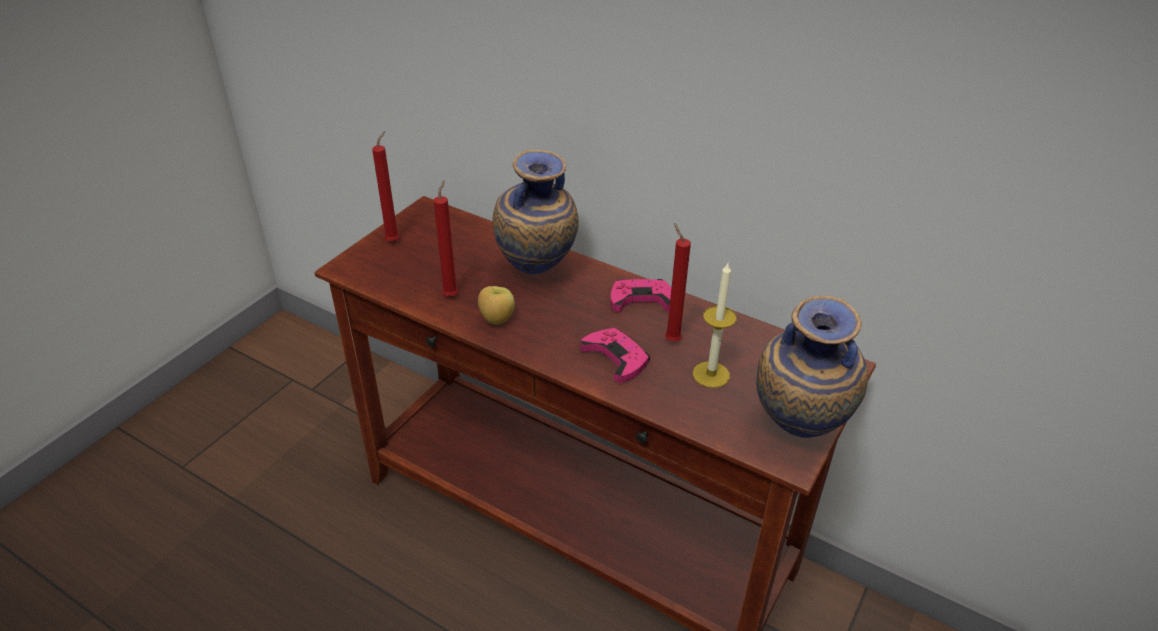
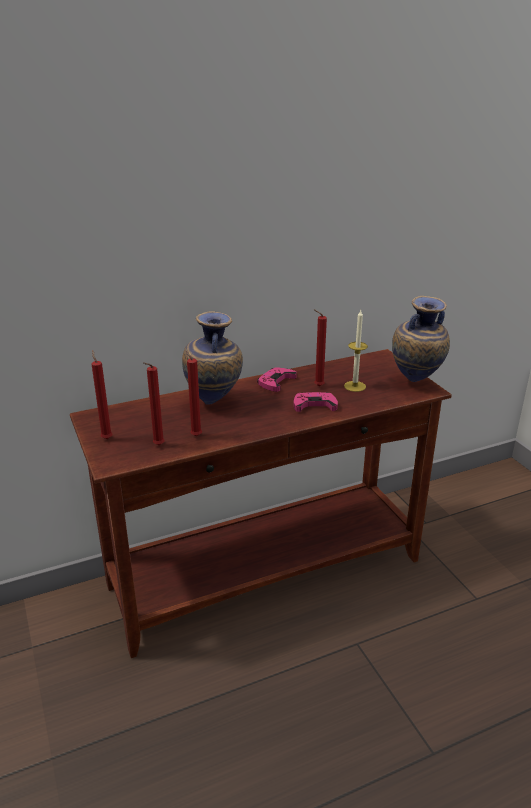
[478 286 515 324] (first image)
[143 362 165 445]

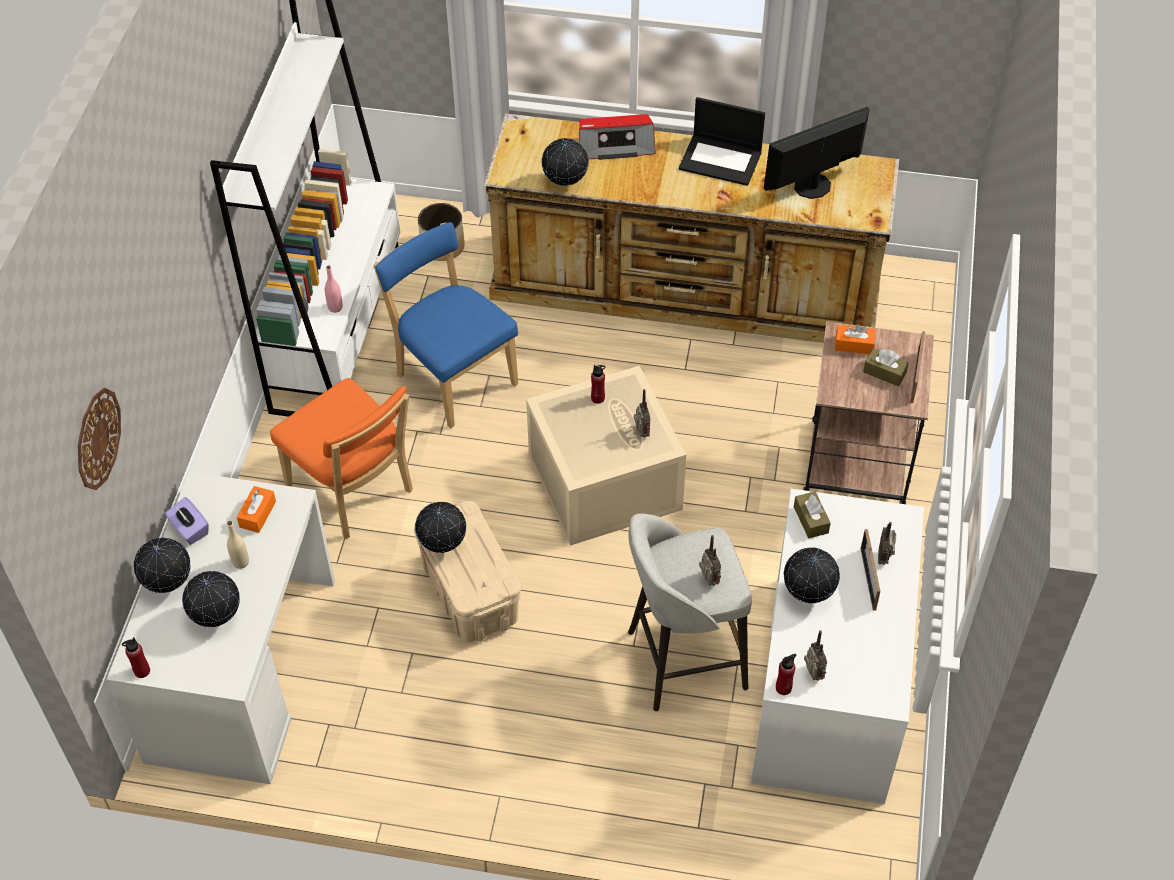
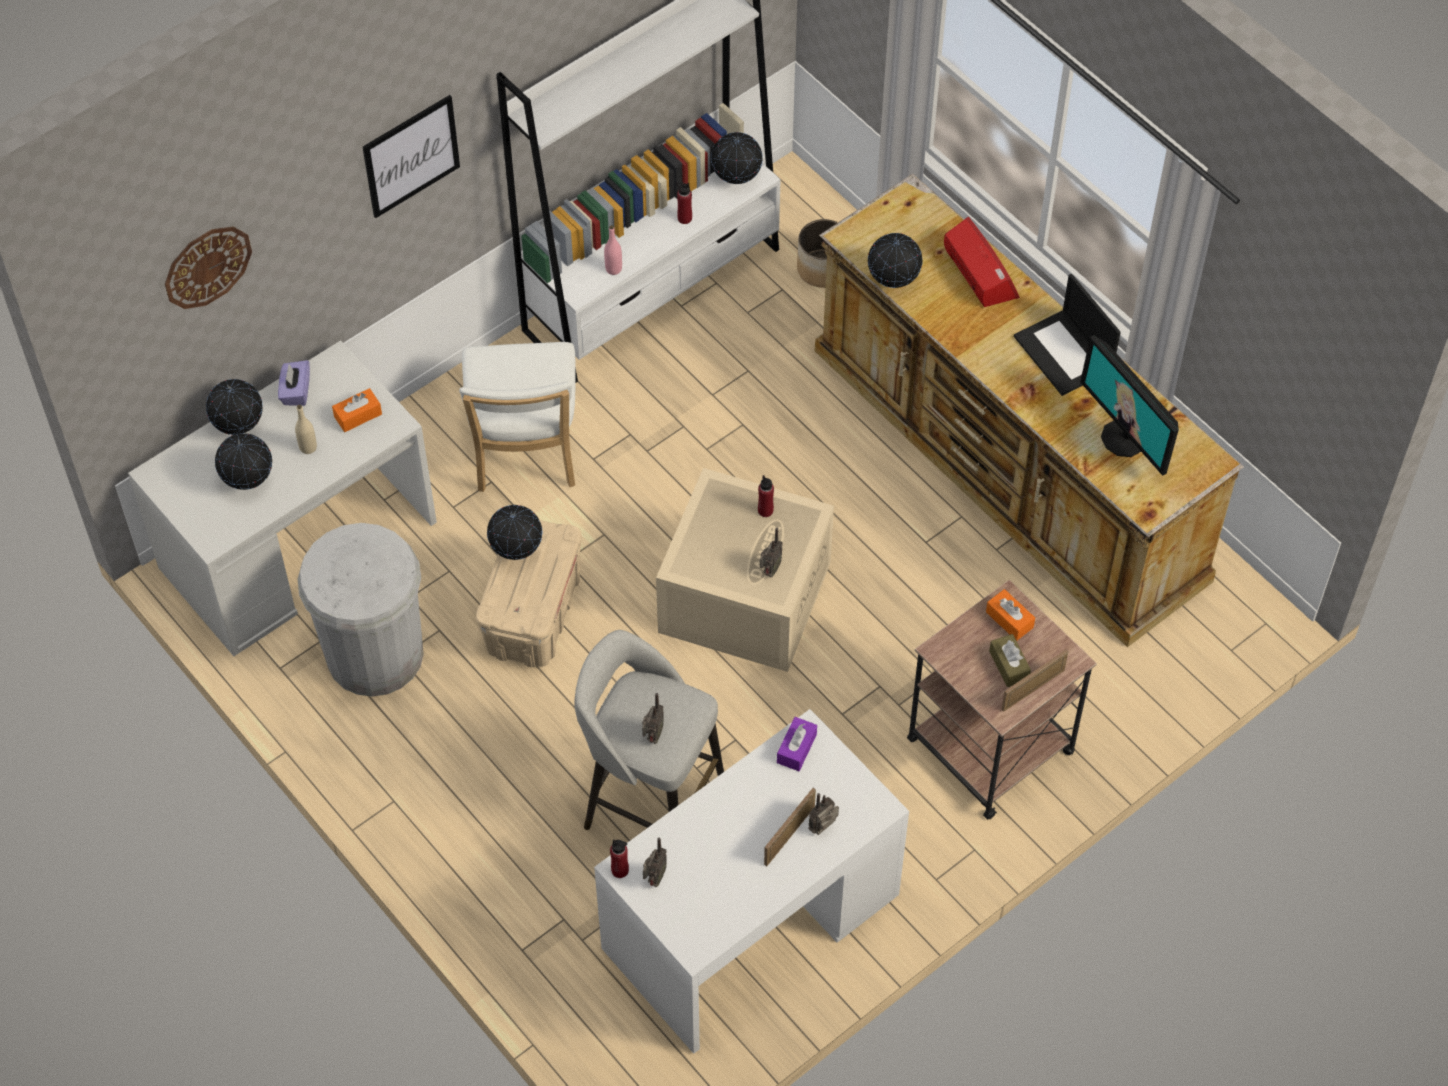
[374 222 518 428] (first image)
[298 523 424 697]
[363 95 460 218]
[676 182 692 224]
[711 132 763 184]
[459 342 576 492]
[777 717 817 771]
[944 217 1020 307]
[1080 335 1179 476]

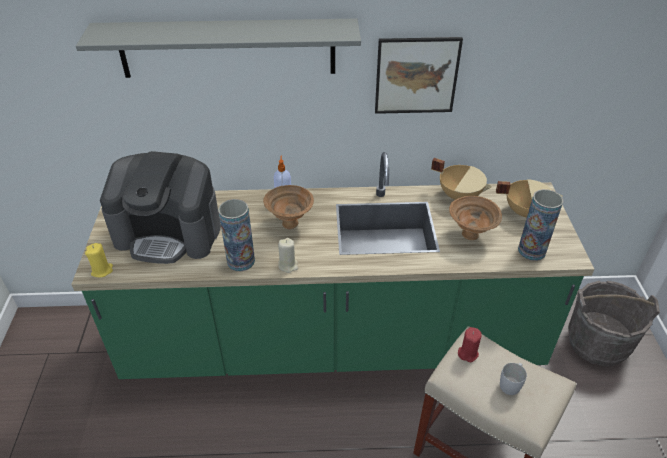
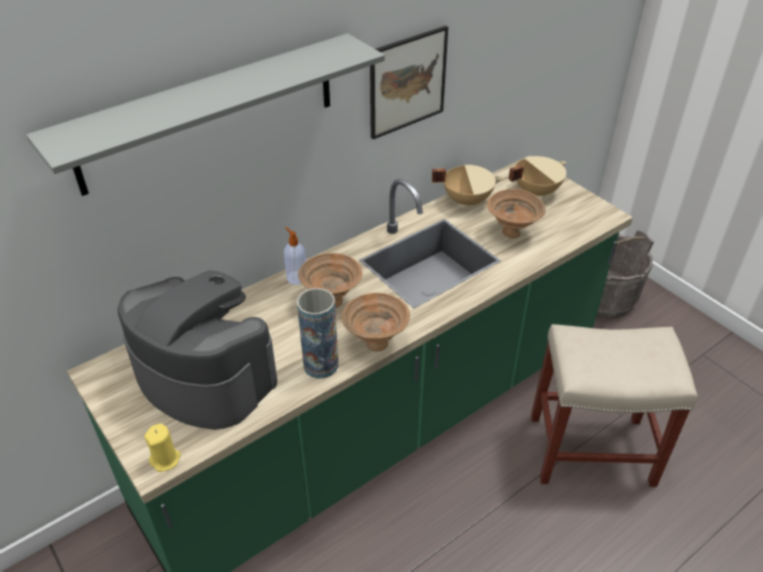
[458 327 482 362] (first image)
[500 363 527 395] (first image)
[518 189 563 261] (first image)
[341 293 410 352]
[118 270 277 430]

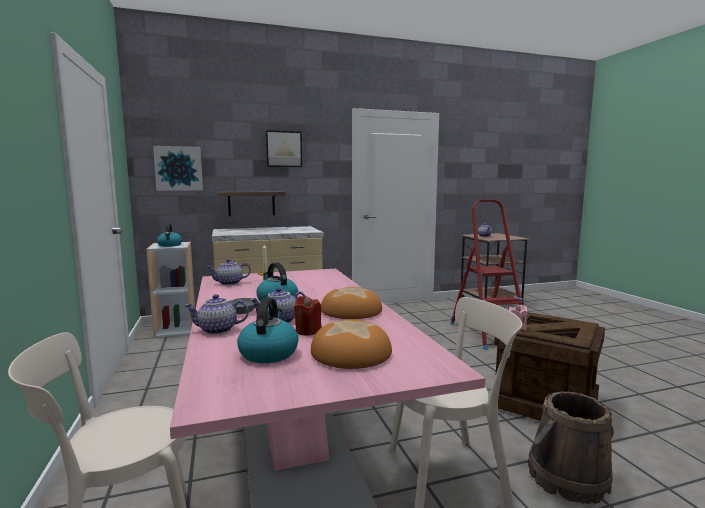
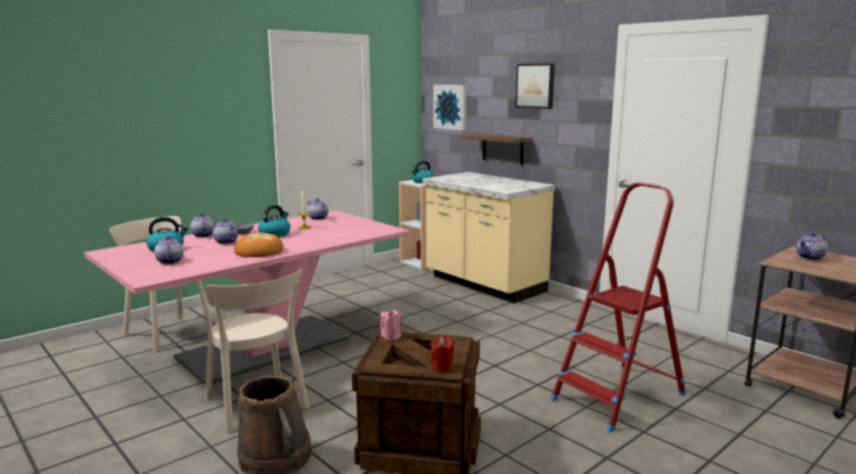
[431 335 454 373]
[154 236 184 264]

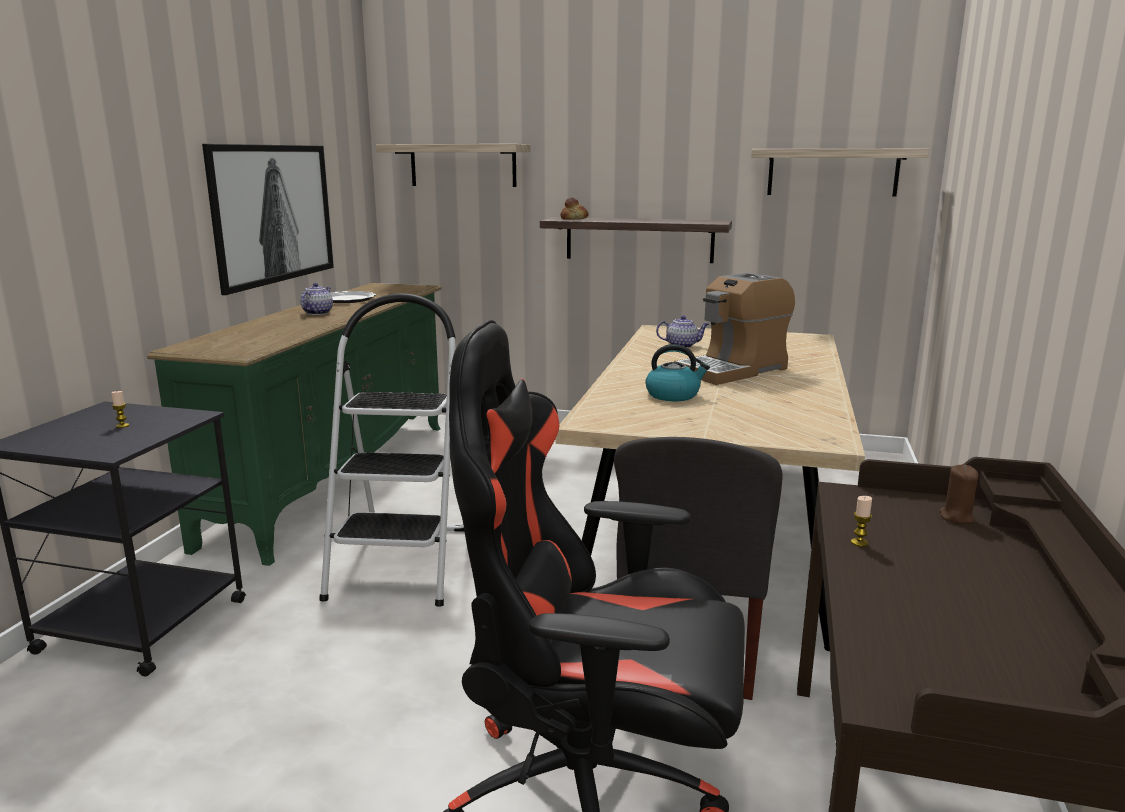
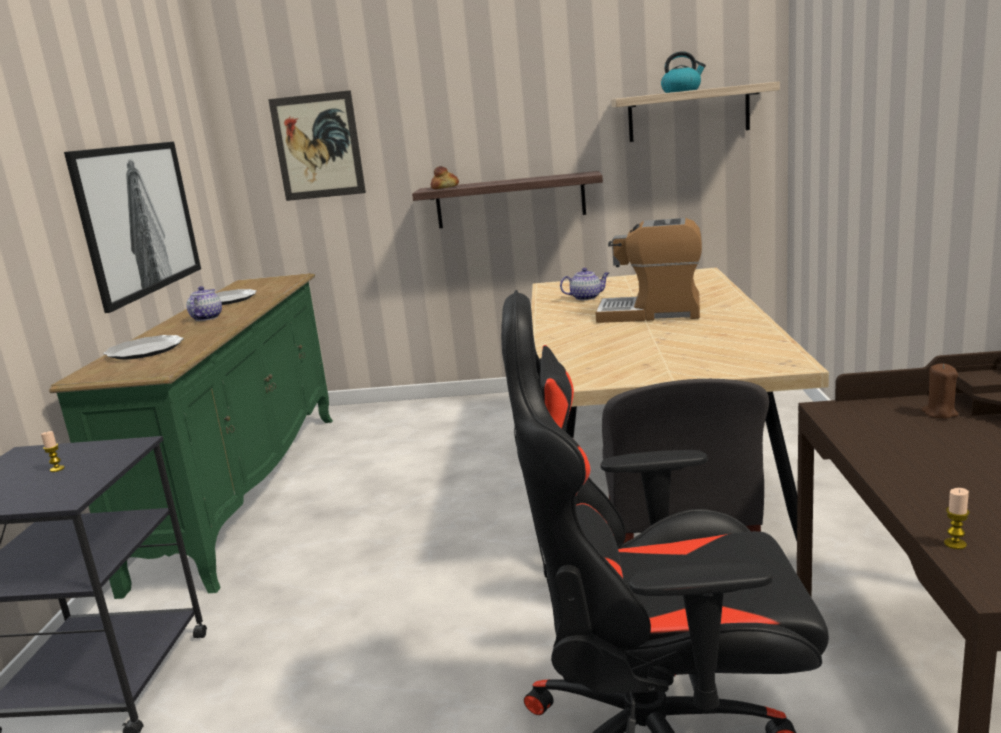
[319 293 465 607] (first image)
[103 335 184 360]
[661 51 706 93]
[944 488 970 549]
[268 90 366 201]
[596 218 702 323]

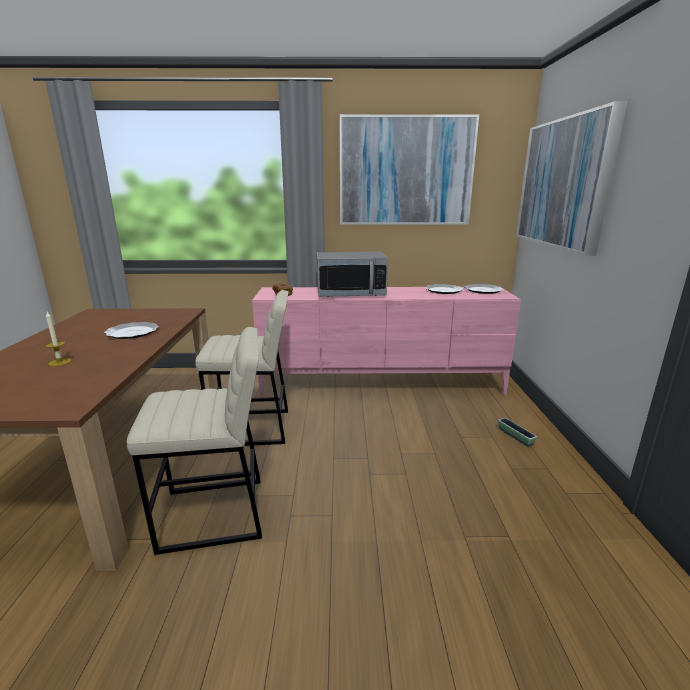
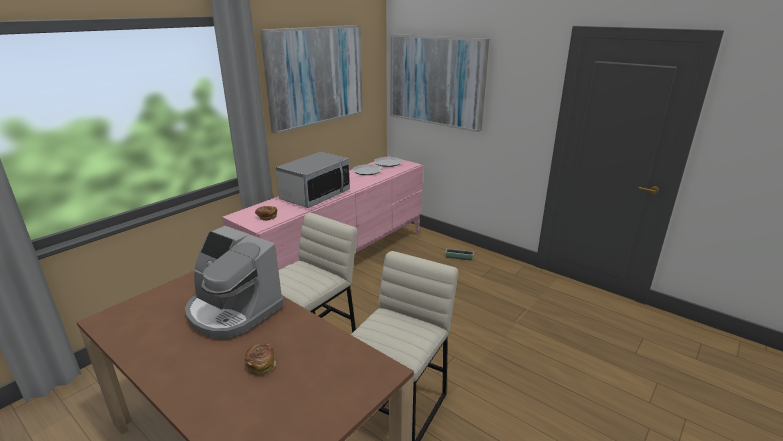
[245 343 276 375]
[185 226 283 339]

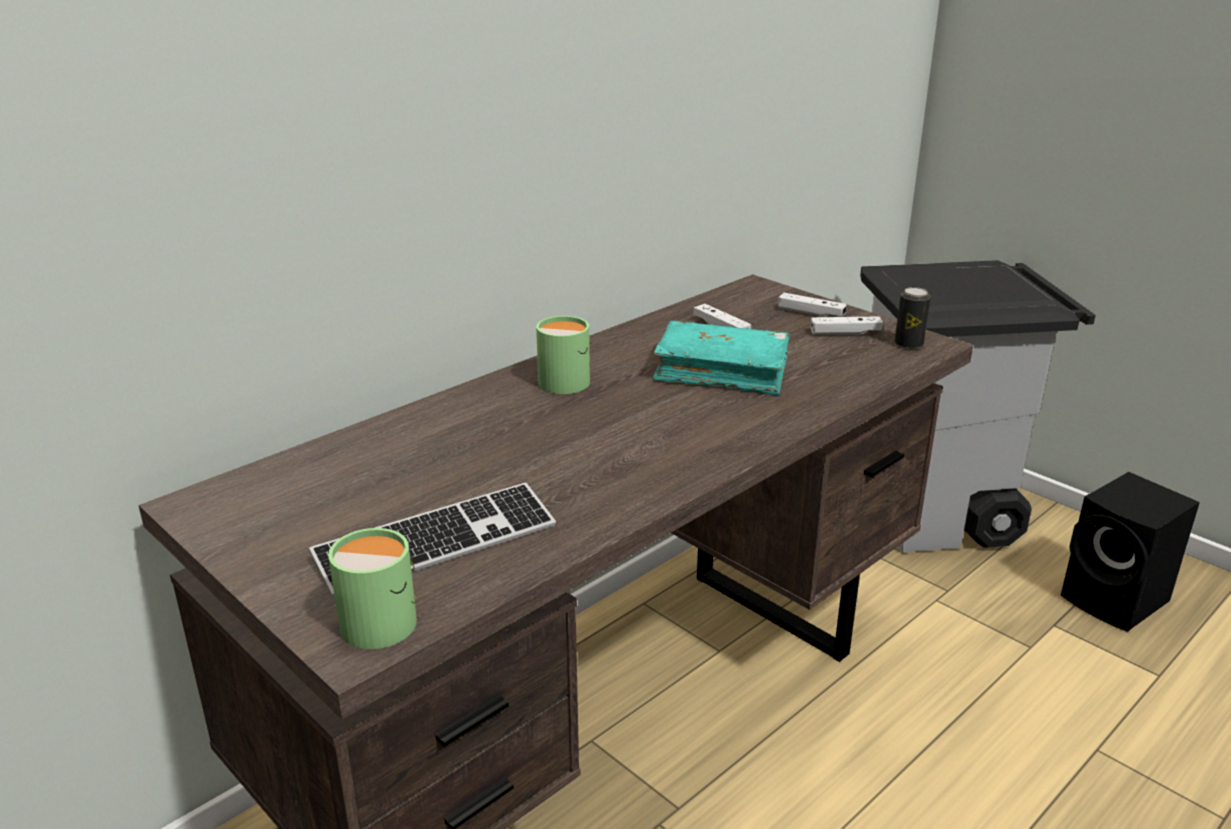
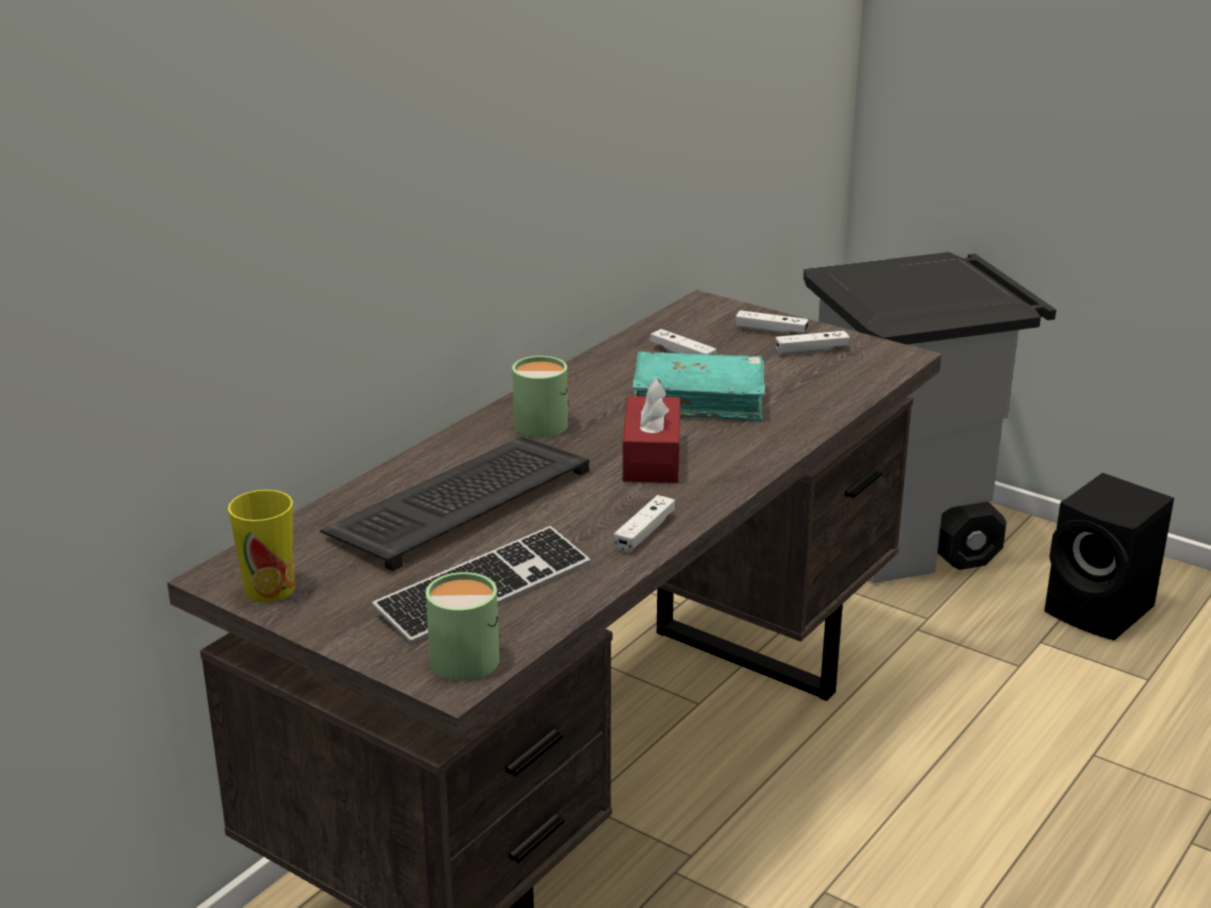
[894 287 931 349] (first image)
[228 490 295 602]
[320 436 590 571]
[614 495 675 553]
[623 378 680 483]

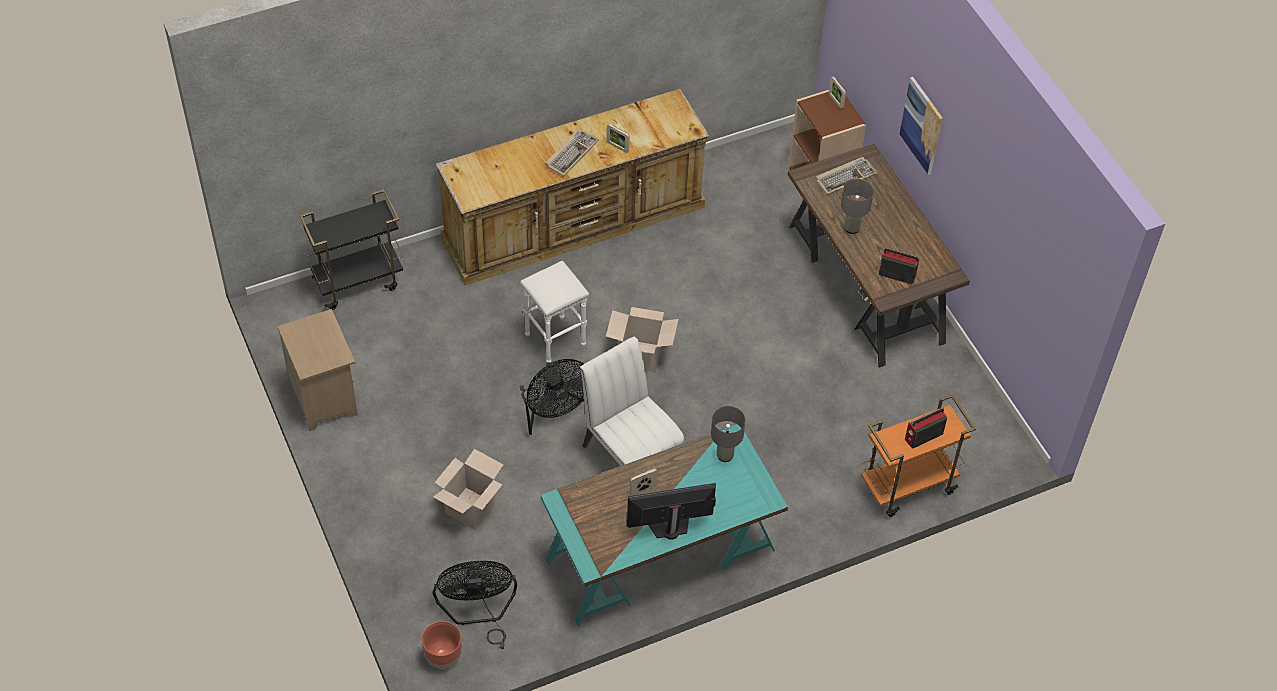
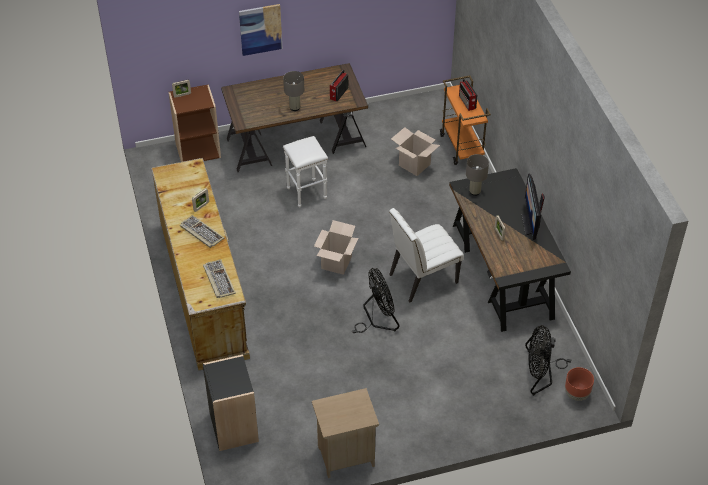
[391 127 440 176]
[283 136 328 208]
[203 259 236 298]
[203 355 259 451]
[449 168 571 332]

